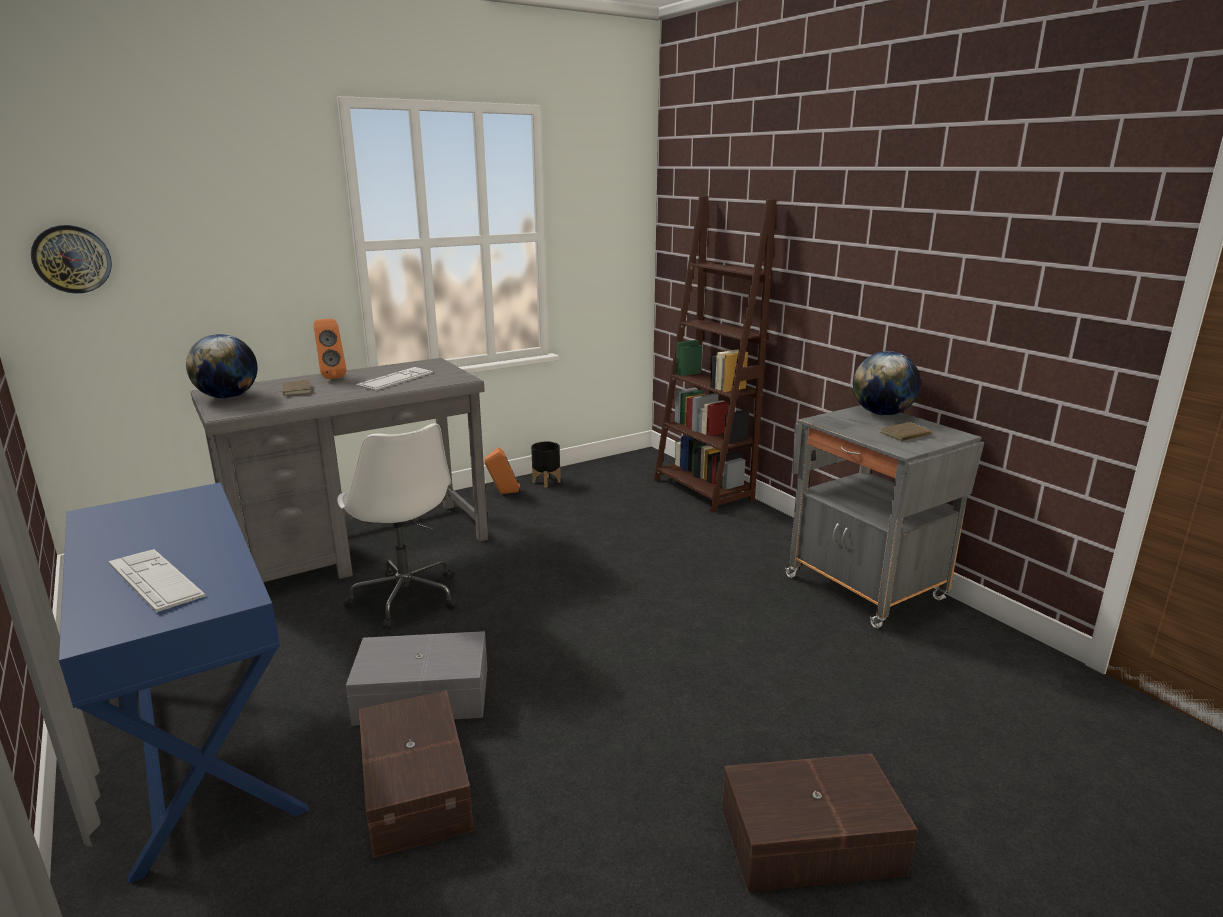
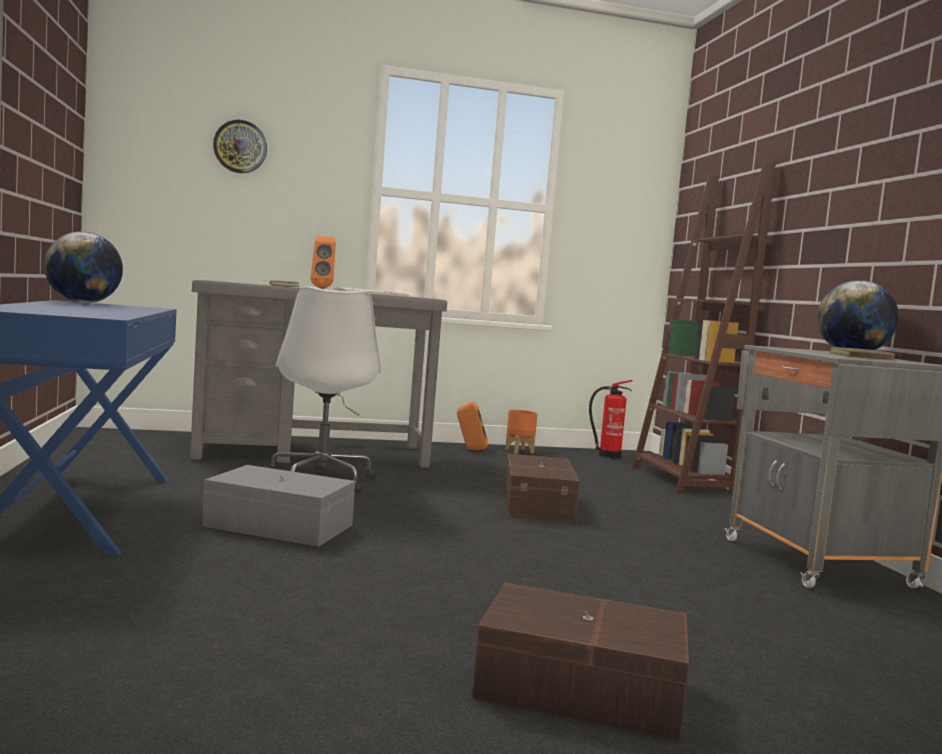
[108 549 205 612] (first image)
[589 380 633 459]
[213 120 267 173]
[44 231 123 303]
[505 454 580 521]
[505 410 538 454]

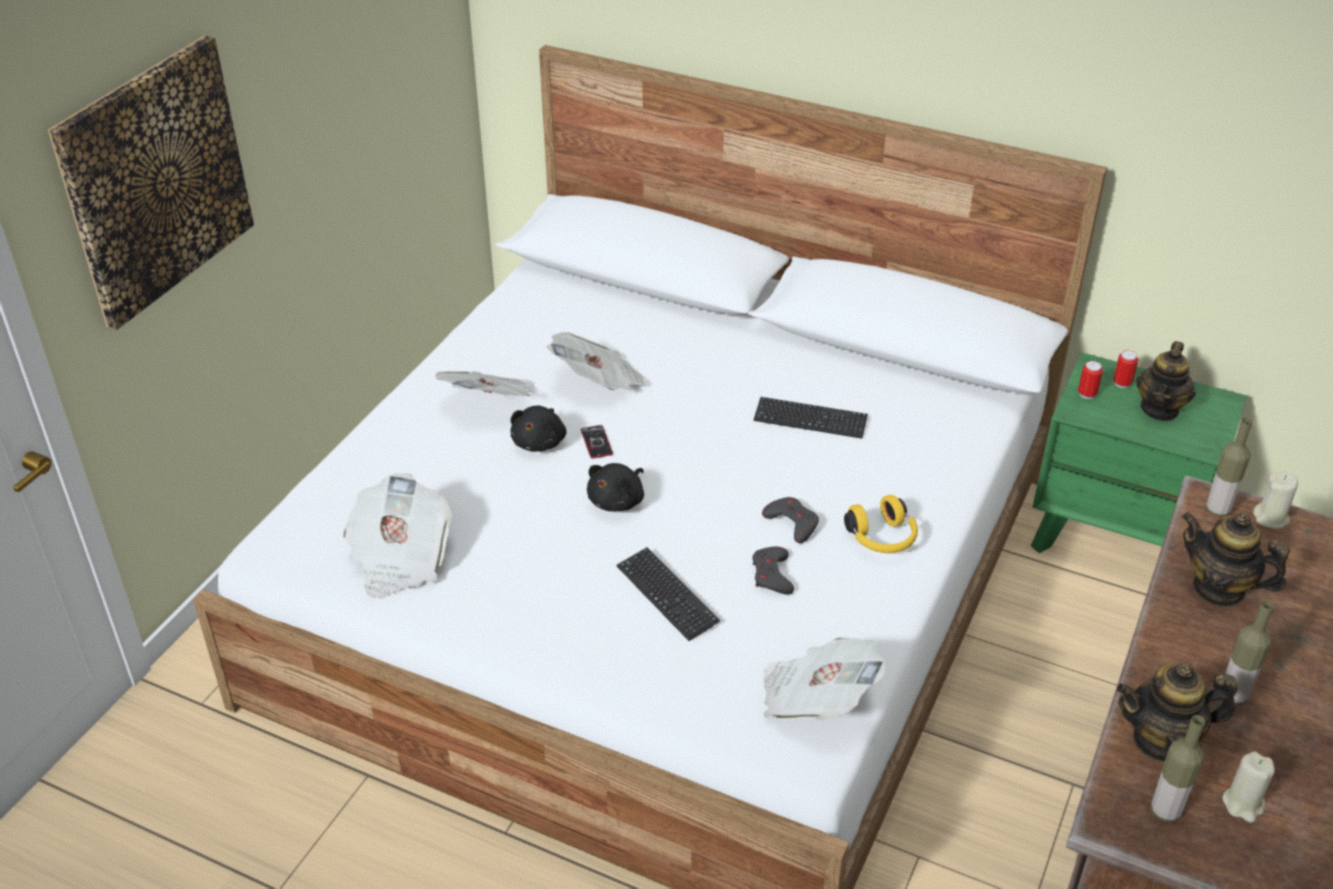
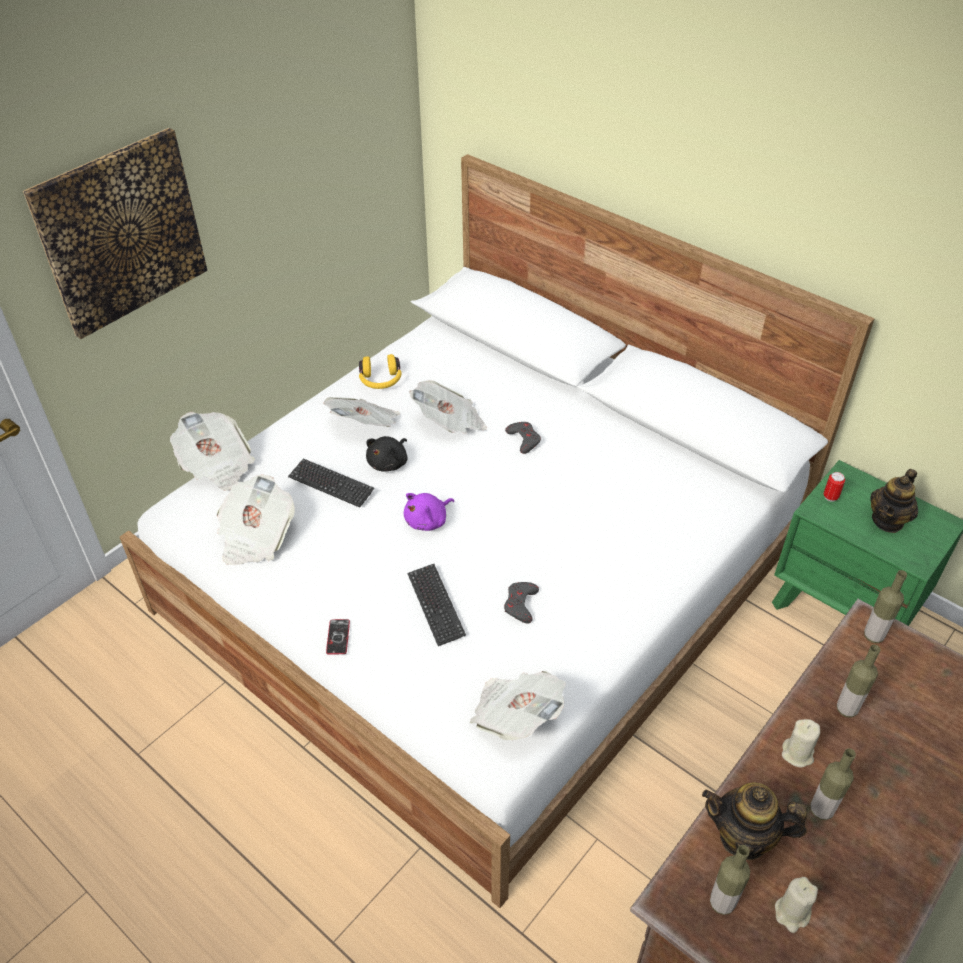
[1113 350 1138 388] (first image)
[170 412 255 491]
[326 619 350 654]
[288 458 374 508]
[505 422 541 454]
[359 354 402 389]
[782 719 820 767]
[837 645 880 718]
[404 493 454 531]

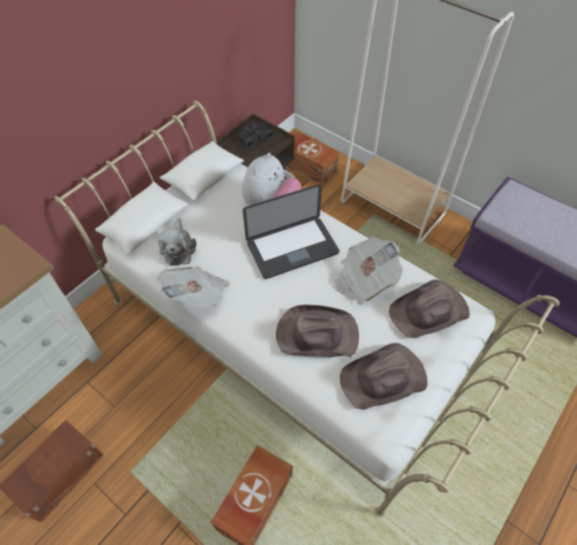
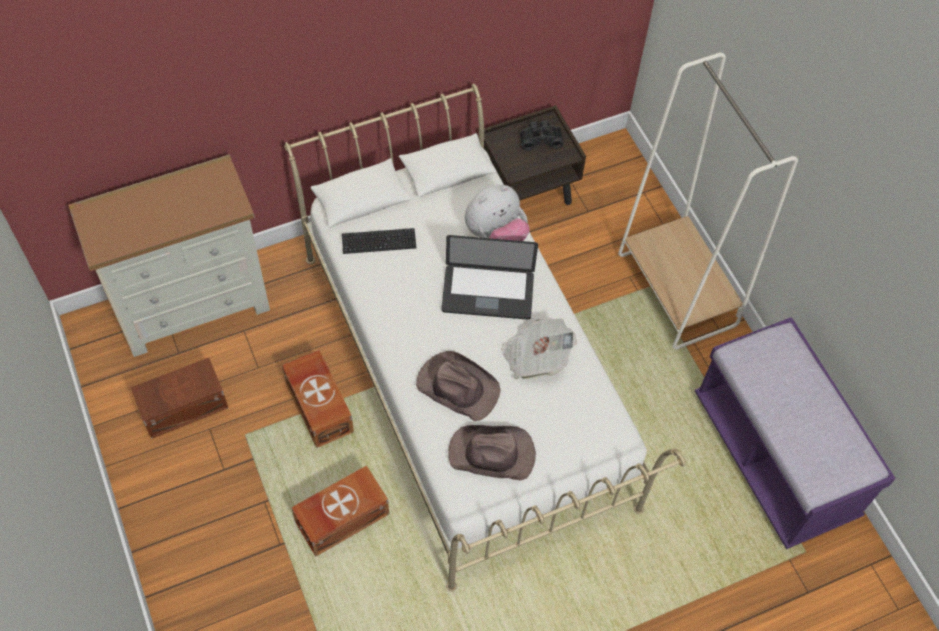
[157 266 230 307] (first image)
[389 279 470 338] (first image)
[282 350 354 448]
[342 228 416 254]

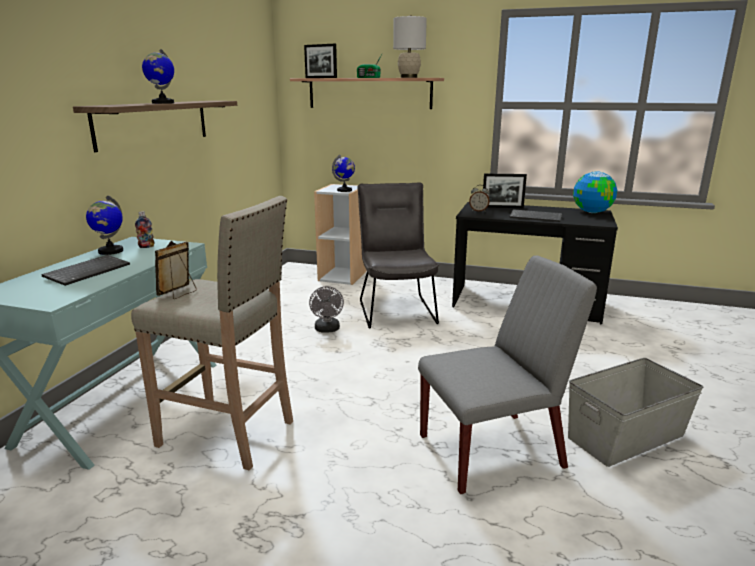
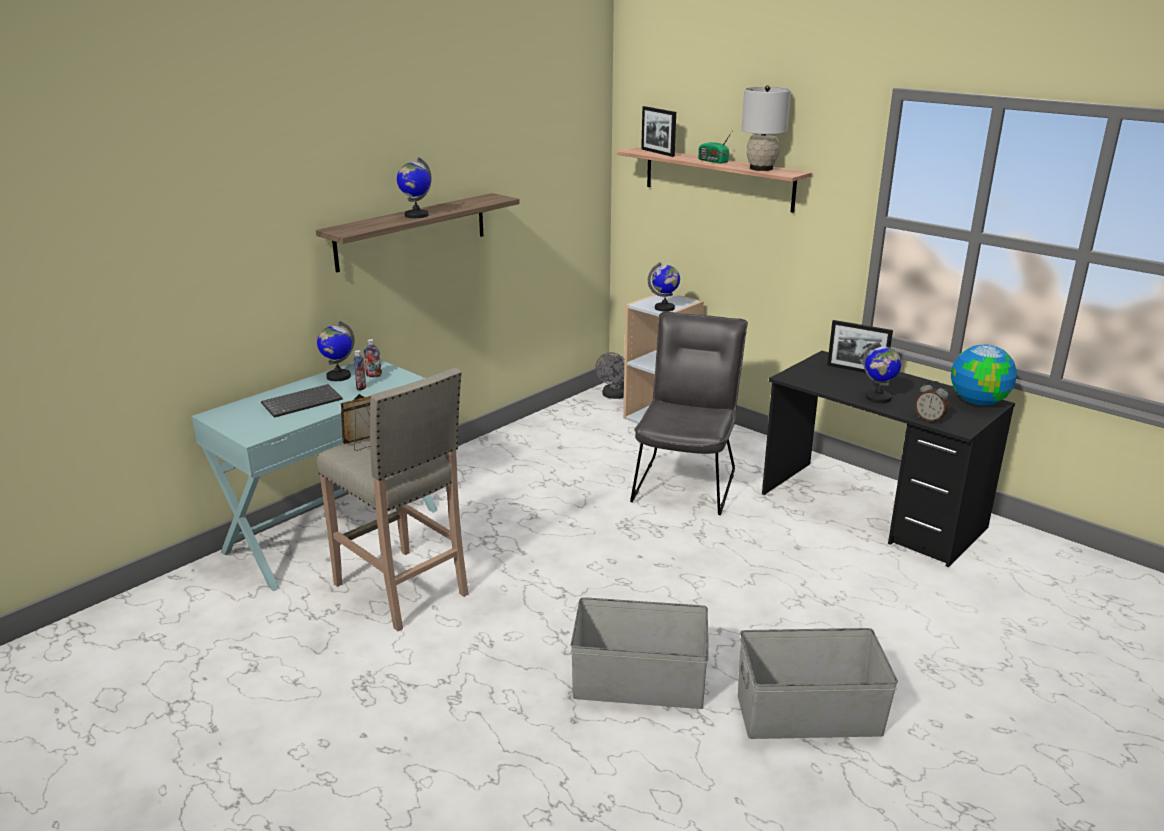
[353 350 366 390]
[595 352 624 399]
[915 381 949 423]
[571 597 709 709]
[863 341 901 403]

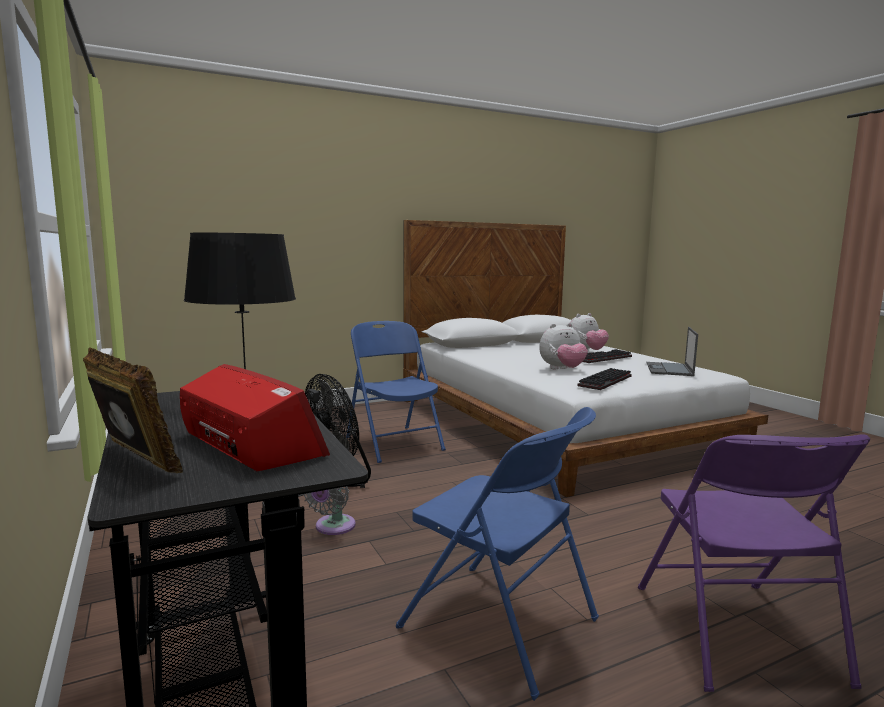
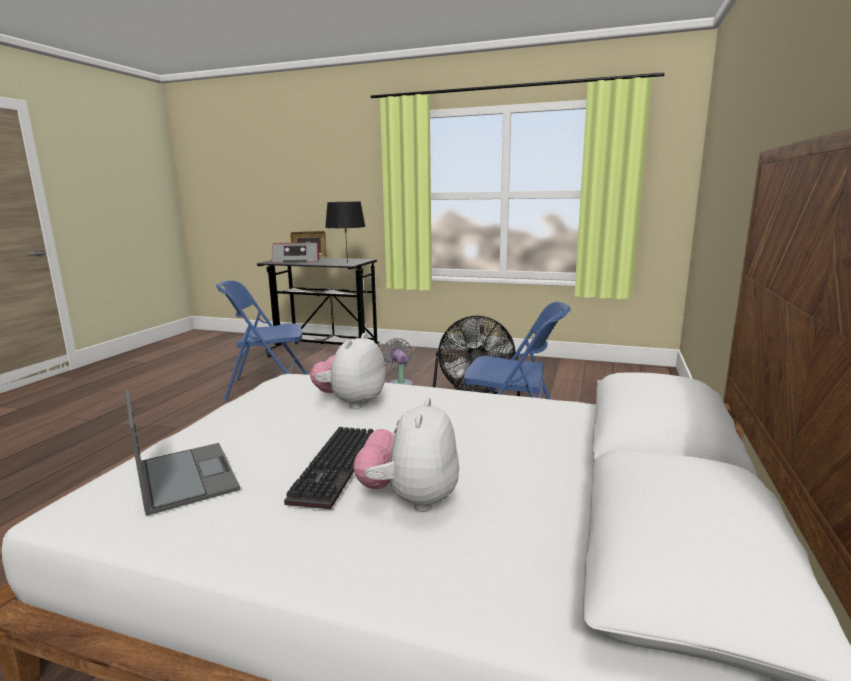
[578 368 632 390] (first image)
[638 434 870 692] (first image)

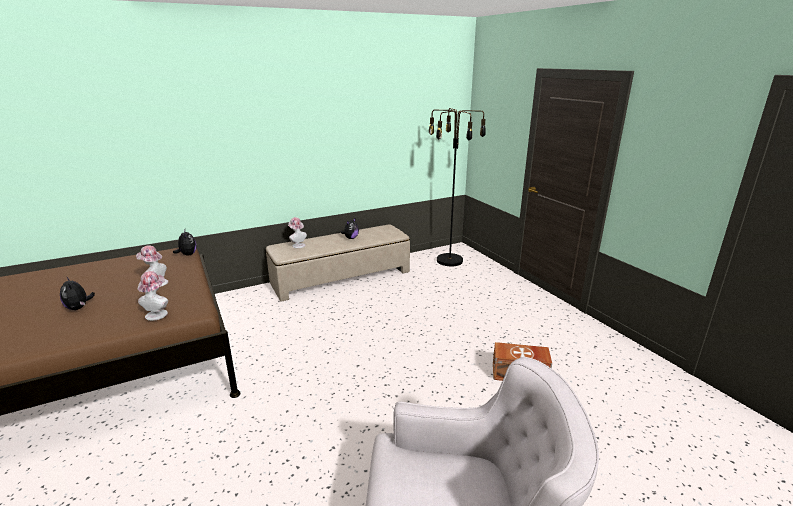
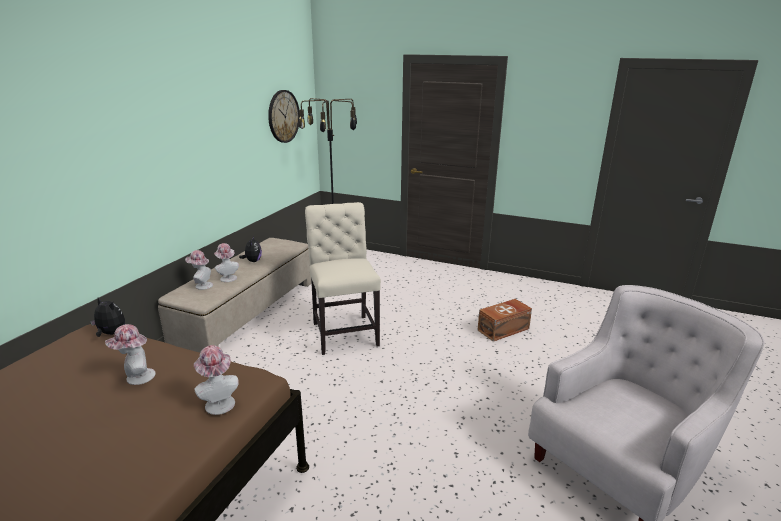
[60 276 95 310] (first image)
[214 243 239 282]
[268 90 300 143]
[305 202 381 355]

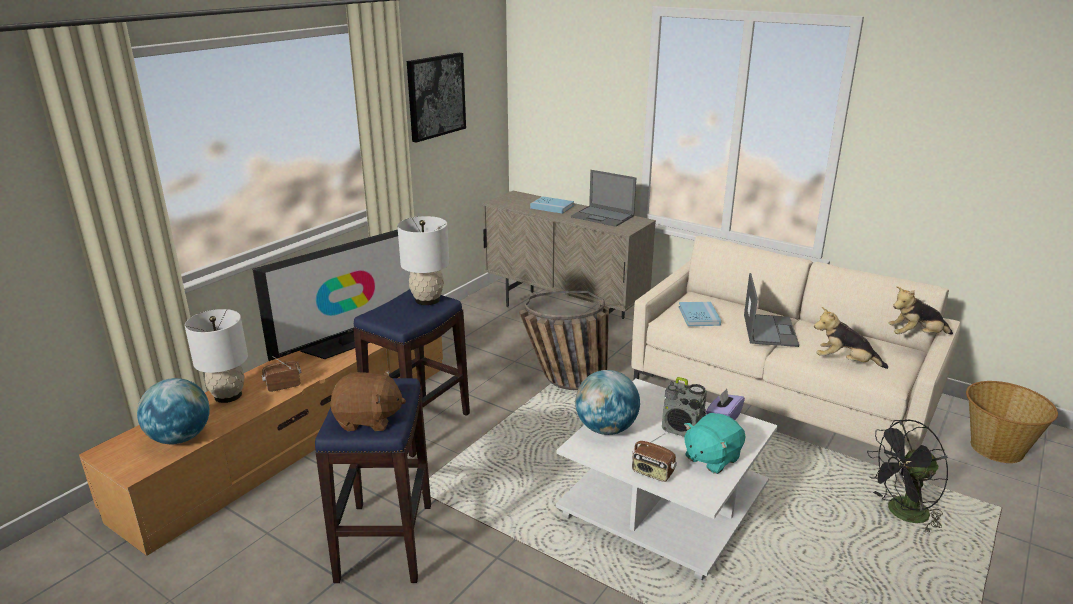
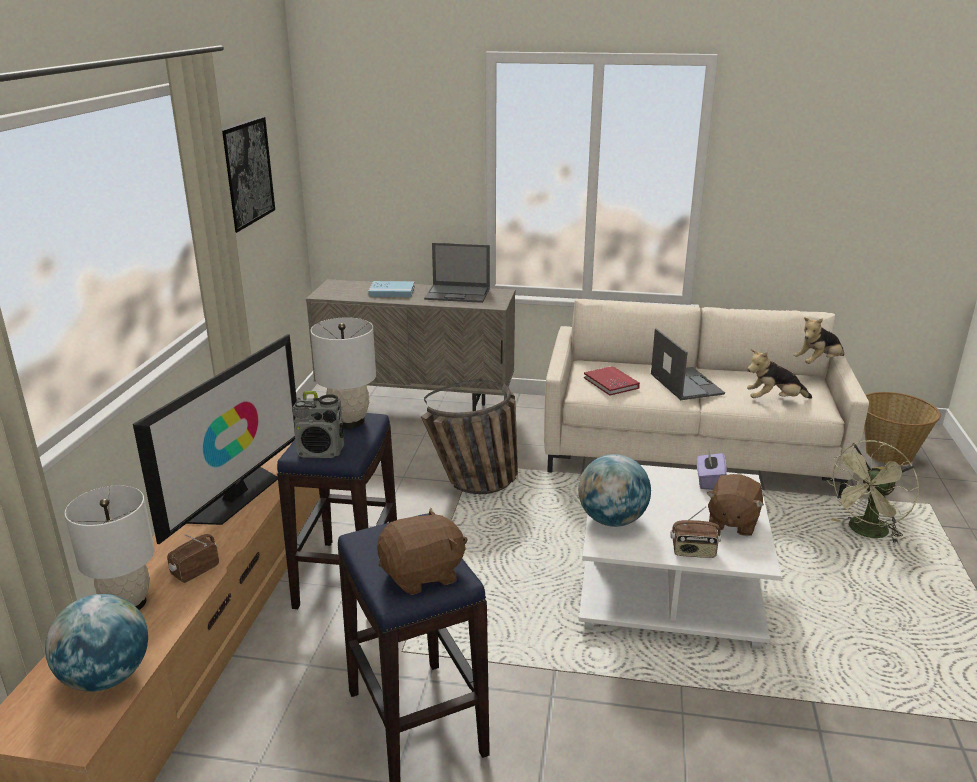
[292 391 344 458]
[584 366 640 396]
[706 474 764 536]
[826 440 919 544]

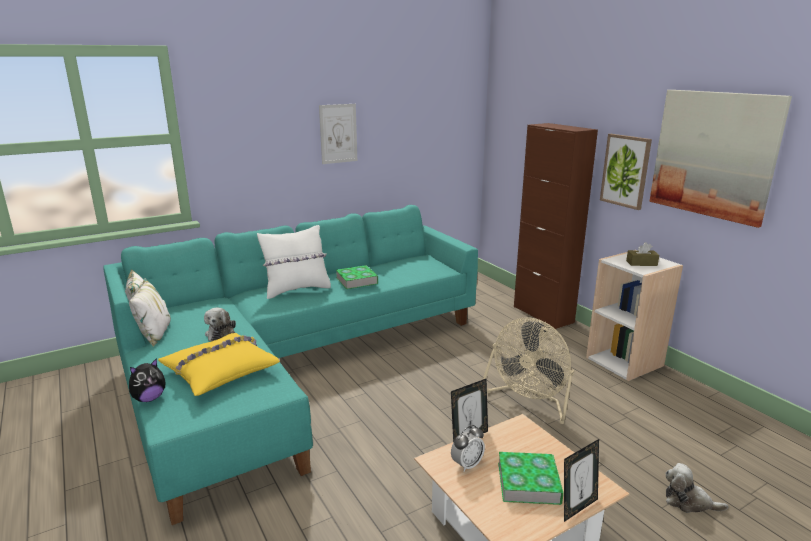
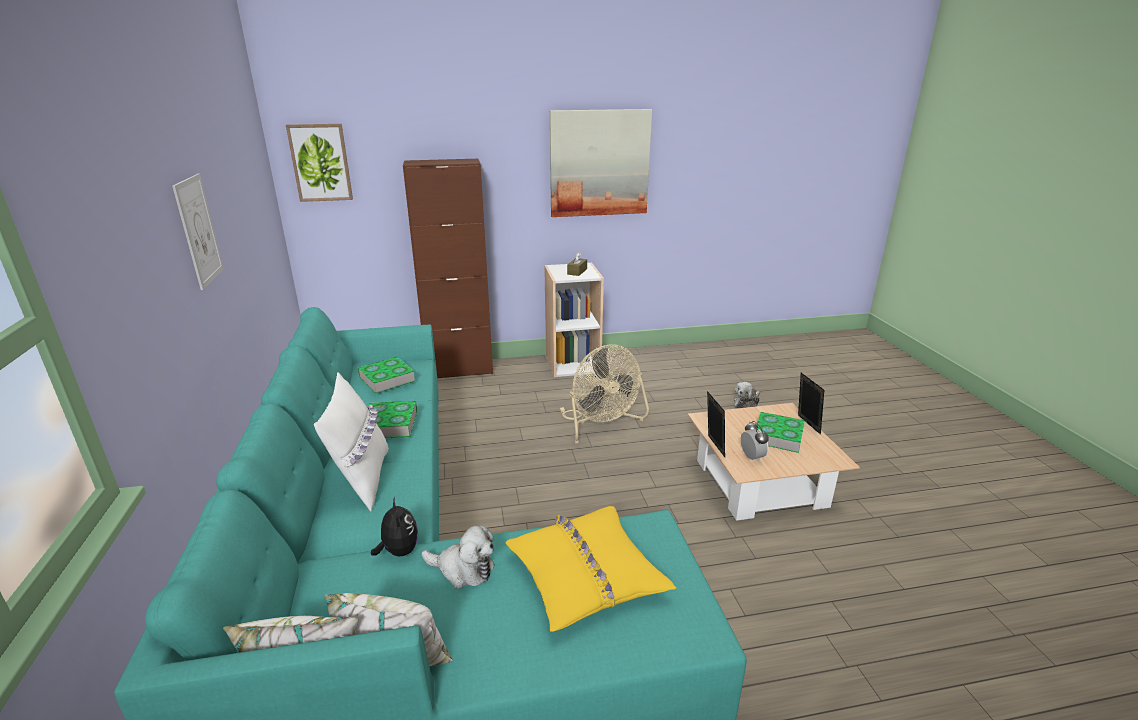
[358 357 415 393]
[371 497 418 556]
[286 124 353 202]

